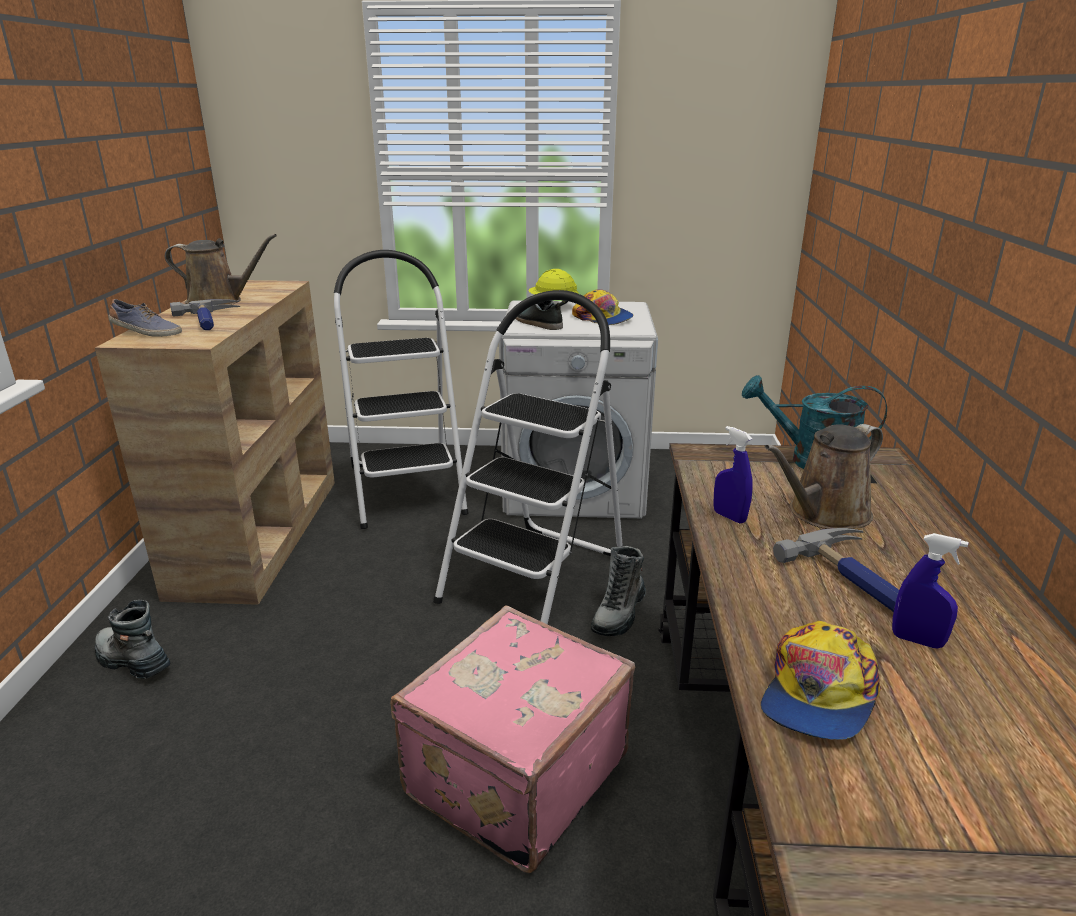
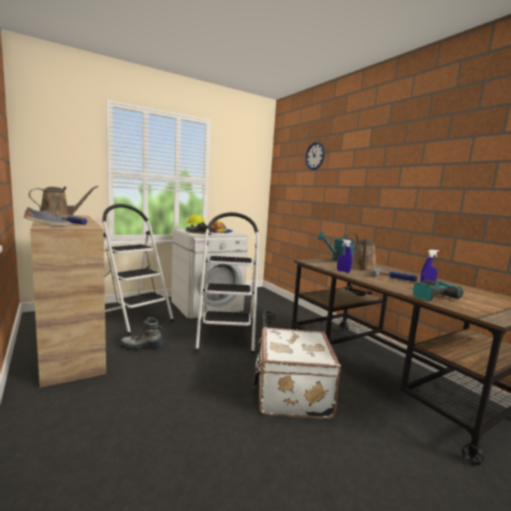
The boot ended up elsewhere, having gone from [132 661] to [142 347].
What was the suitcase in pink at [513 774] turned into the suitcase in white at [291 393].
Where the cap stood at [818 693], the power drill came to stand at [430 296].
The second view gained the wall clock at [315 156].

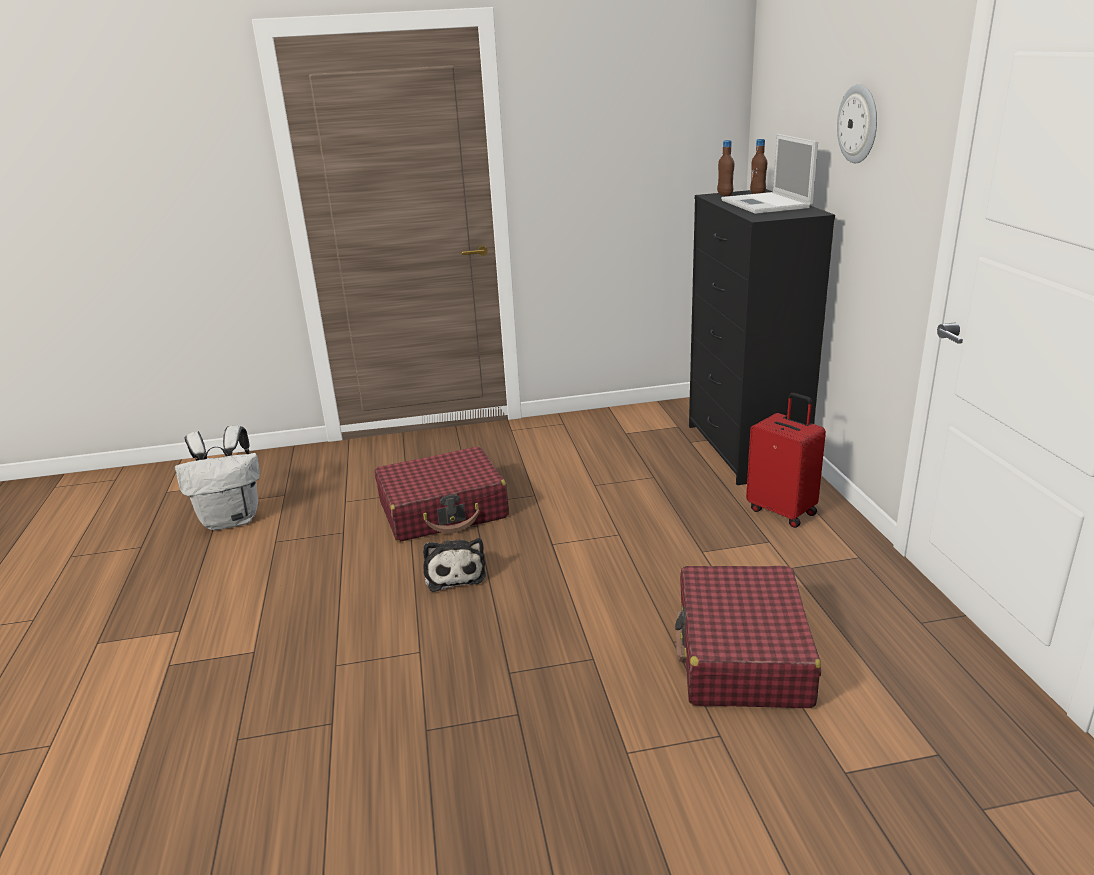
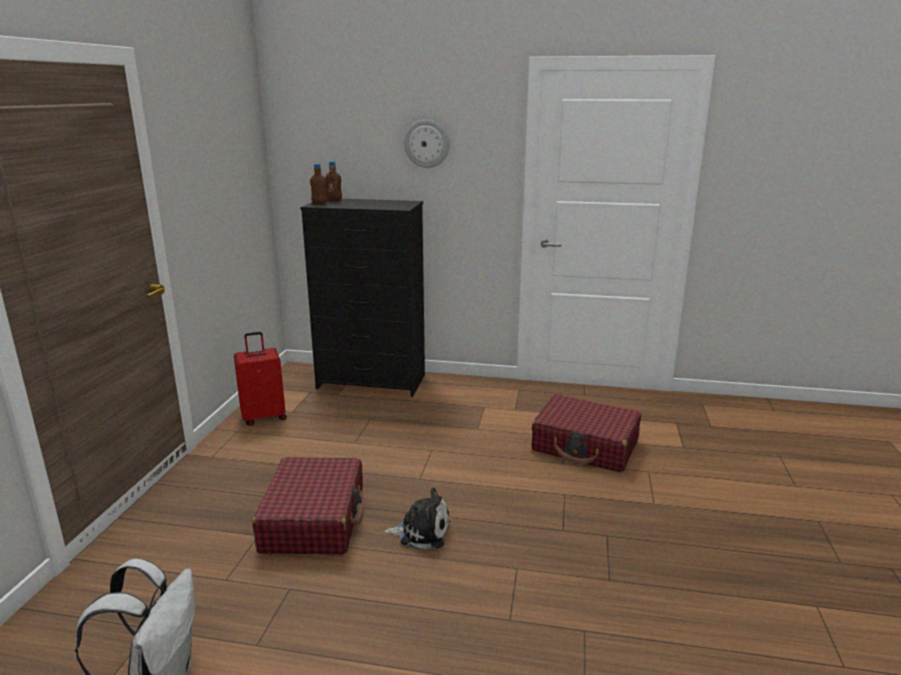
The second view lost the laptop at [766 204].
The suitcase in red ended up elsewhere, having gone from [782 511] to [264 417].

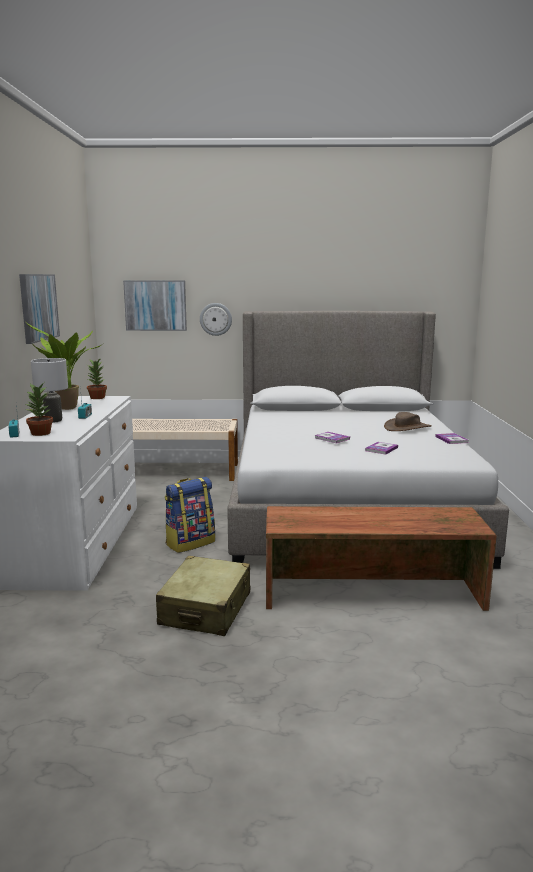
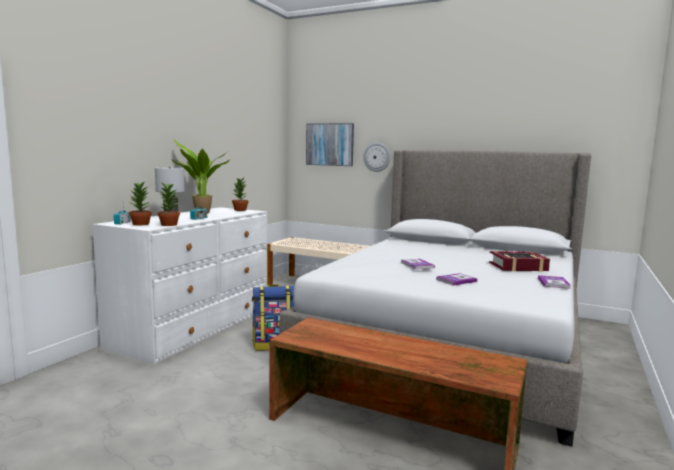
The second view lost the picture at [38 307].
Where the hat in brown stood at [407 427], the book came to stand at [518 267].
The second view lost the suitcase in beige at [206 609].
The second view gained the potted plant at [168 224].

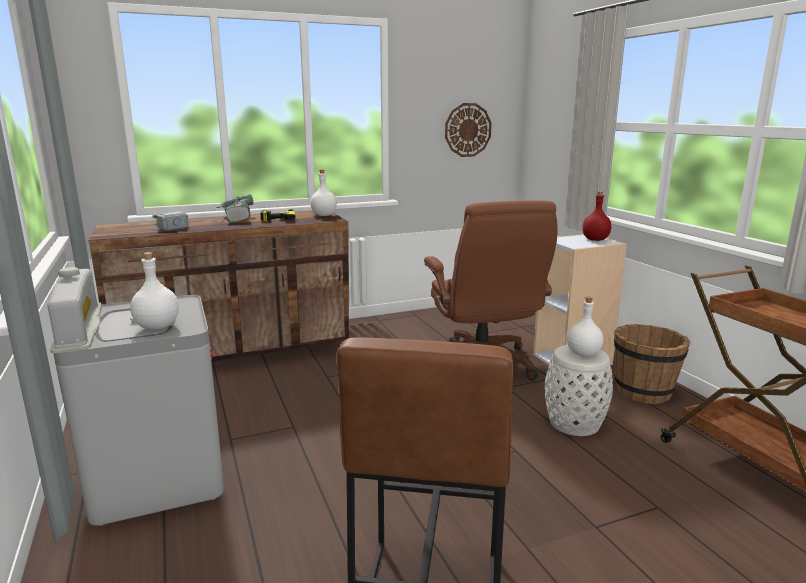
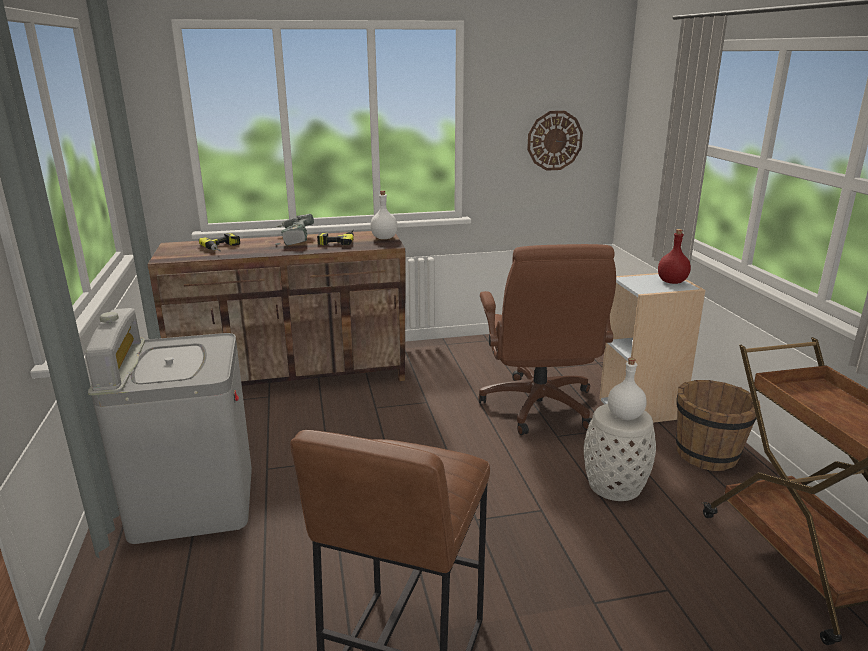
Where the hammer stood at [166 226], the power drill came to stand at [224 248].
The second view lost the bottle in white at [158 327].

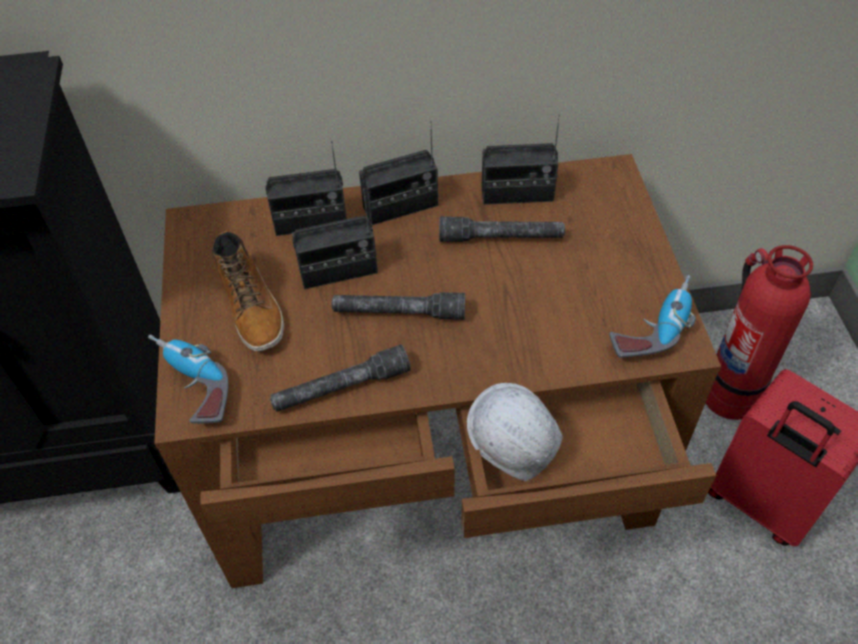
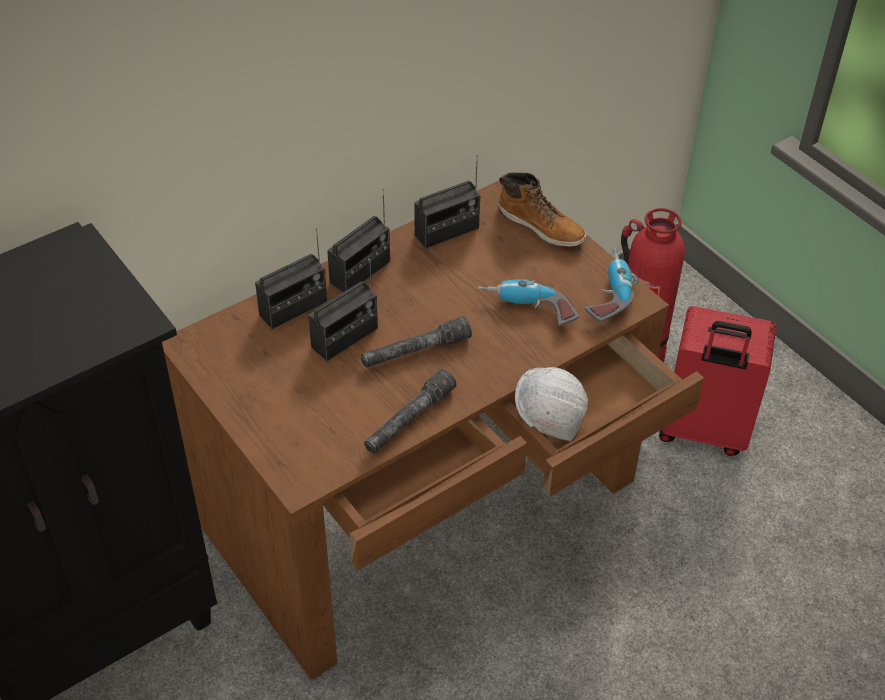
The second view lost the flashlight in grey at [501 238].
The boot ended up elsewhere, having gone from [253 308] to [541 226].
The power drill ended up elsewhere, having gone from [189 385] to [527 310].

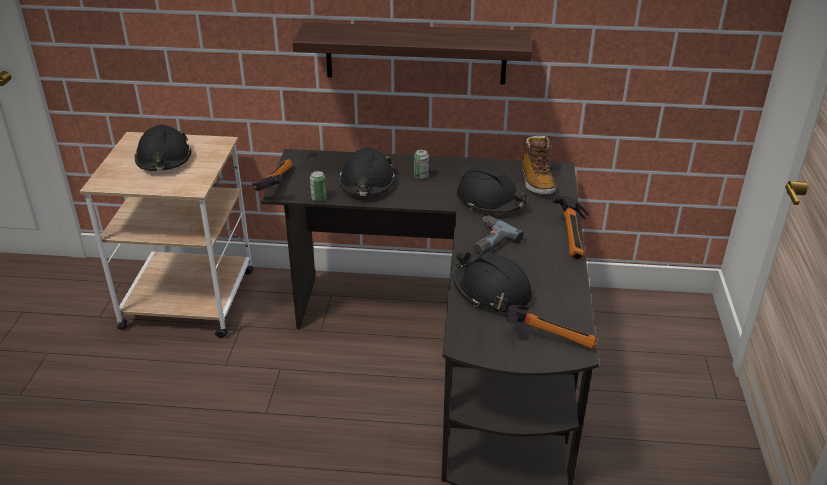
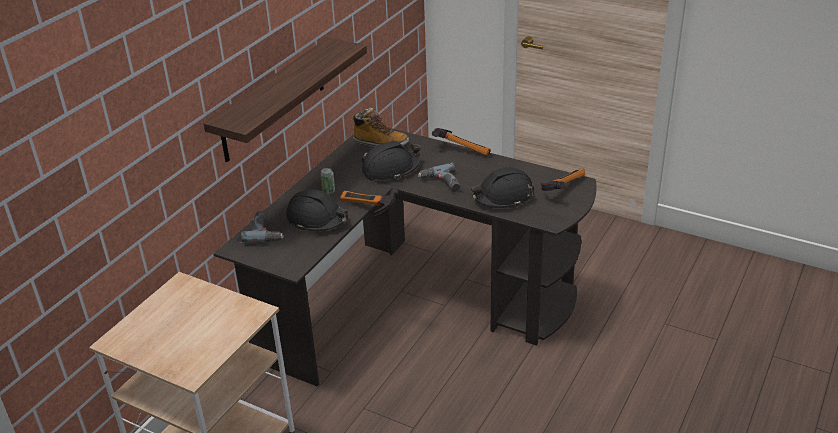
The second view lost the hard hat in black at [164 160].
The hammer ended up elsewhere, having gone from [273 185] to [366 210].
The second view lost the can at [318 198].
The second view gained the power drill at [266 231].

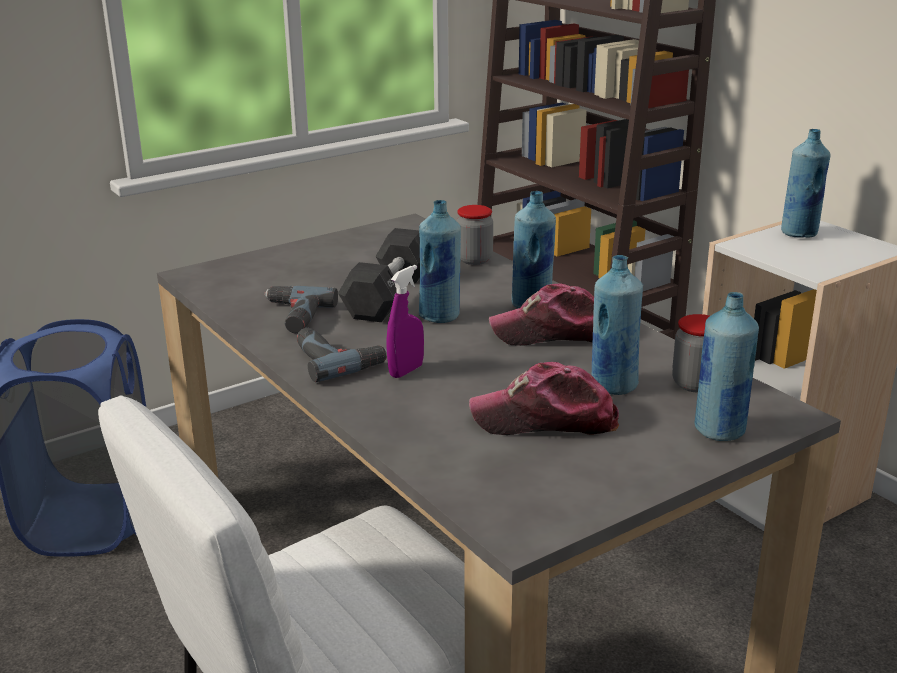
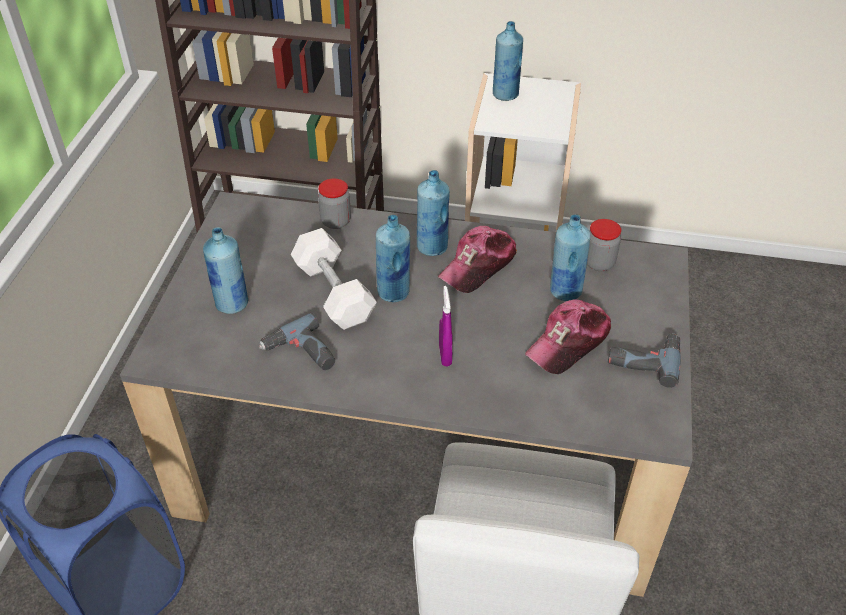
What was the dumbbell in black at [389 296] turned into the dumbbell in white at [334 292].
The bottle in blue ended up elsewhere, having gone from [719 430] to [232 304].
The power drill ended up elsewhere, having gone from [337 360] to [644 358].

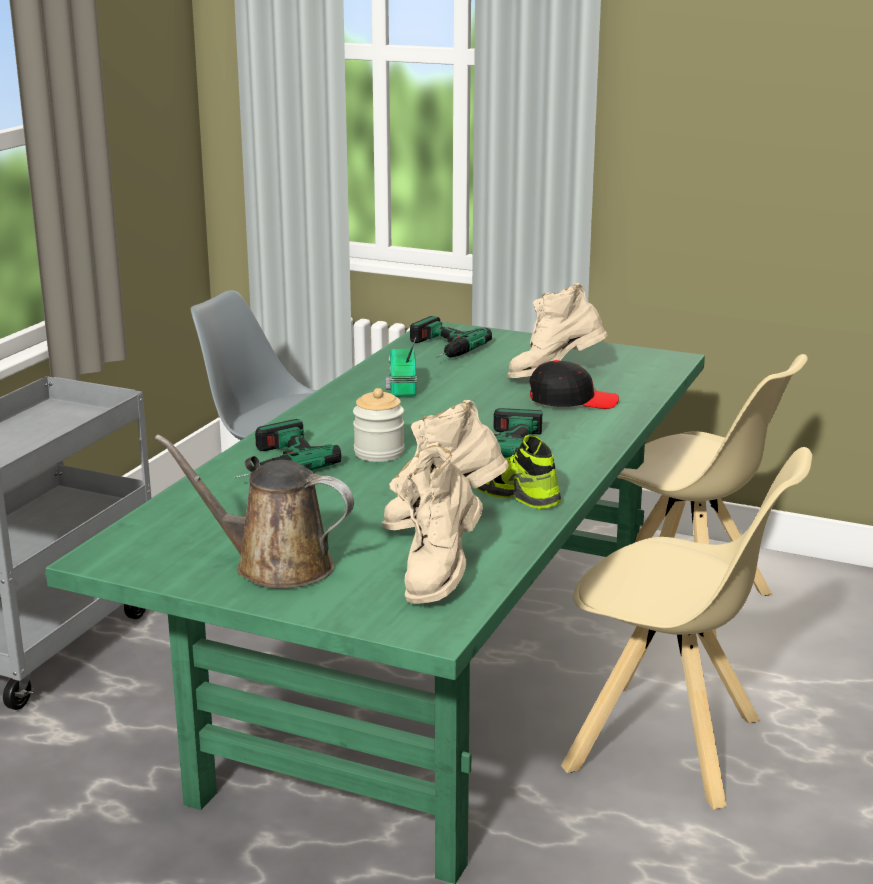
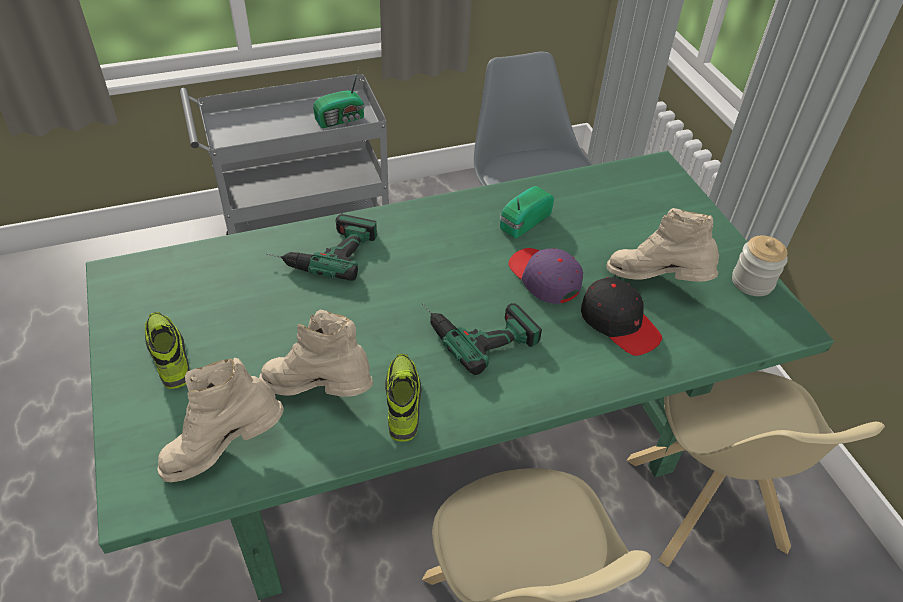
The second view lost the power drill at [438 349].
The jar ended up elsewhere, having gone from [379 453] to [752 282].
Where the watering can in brown stood at [274 565], the shoe came to stand at [168 356].
The second view gained the radio at [341 119].
The second view gained the cap in purple at [544 278].

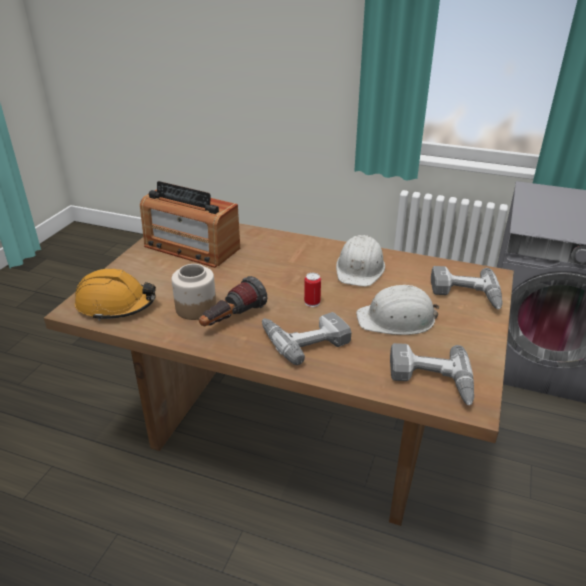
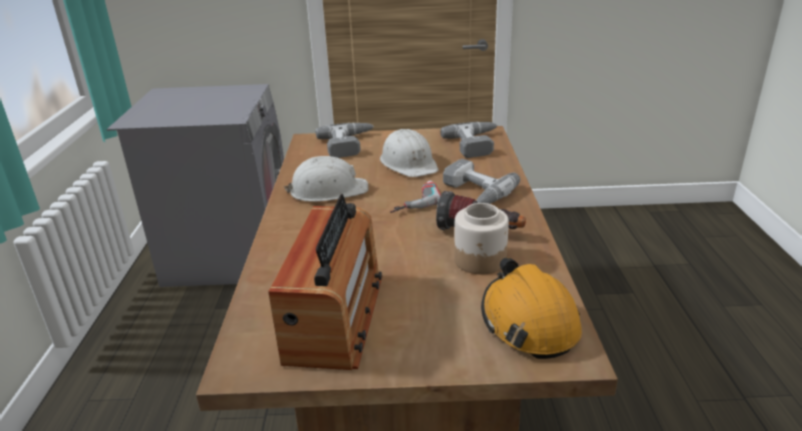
Where the can stood at [312 302], the power drill came to stand at [413 201].

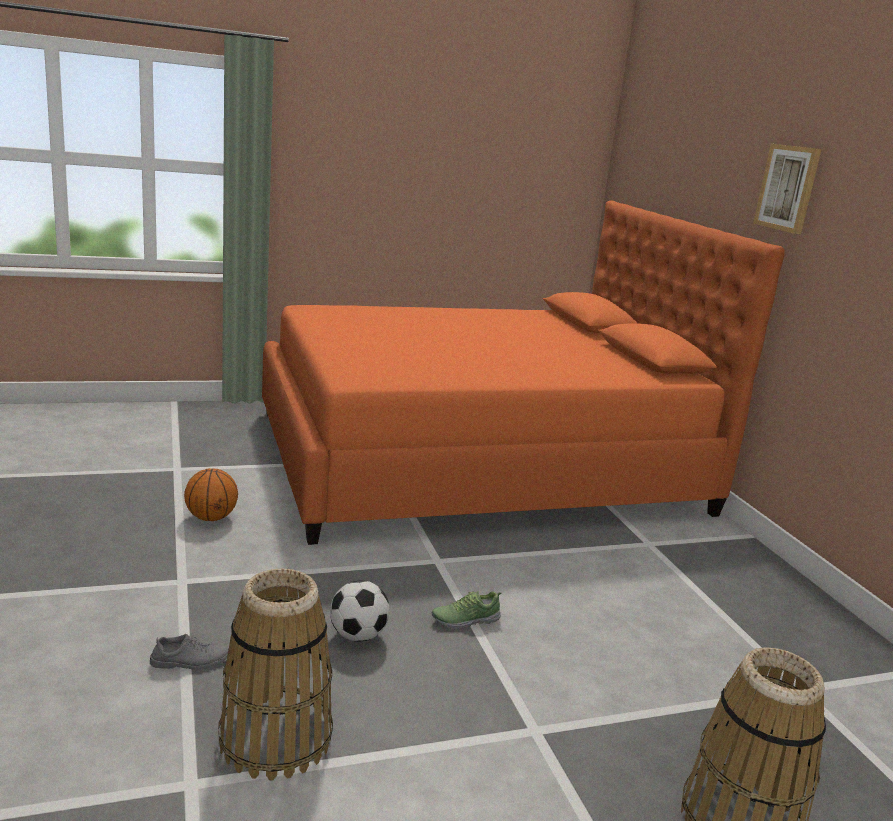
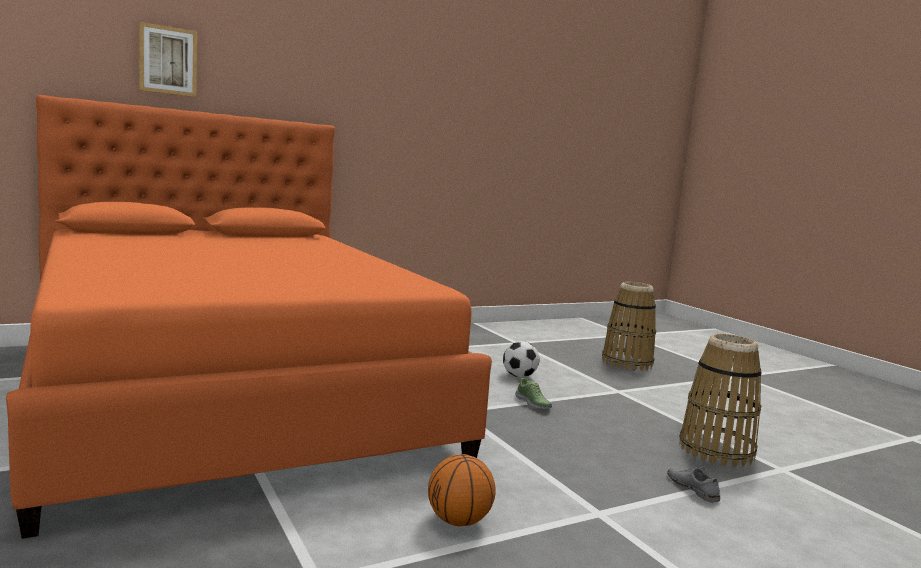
The picture ended up elsewhere, having gone from [788 188] to [168 60].
The football ended up elsewhere, having gone from [358 635] to [519 376].

